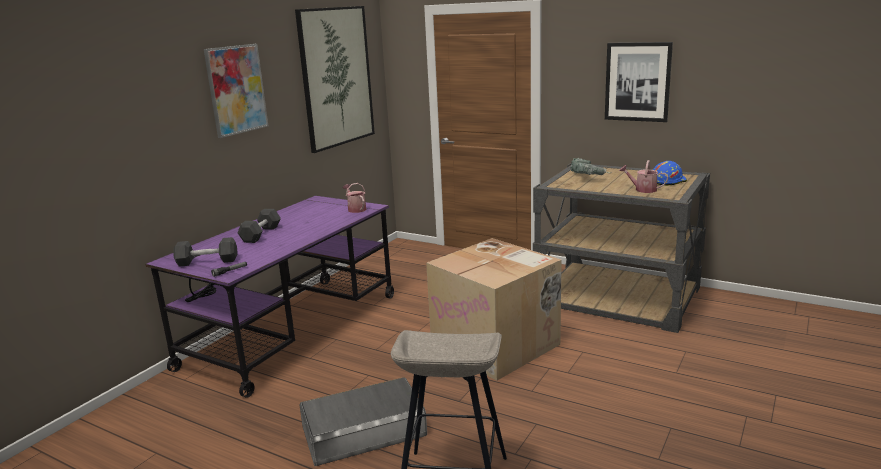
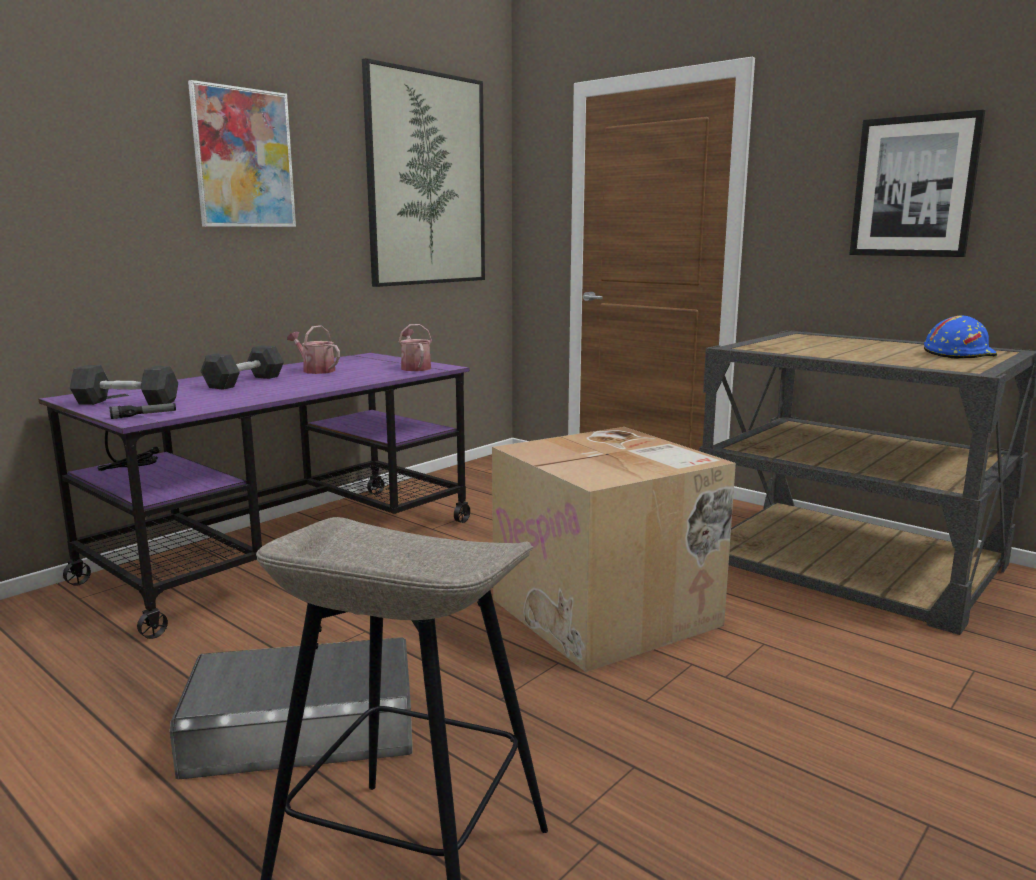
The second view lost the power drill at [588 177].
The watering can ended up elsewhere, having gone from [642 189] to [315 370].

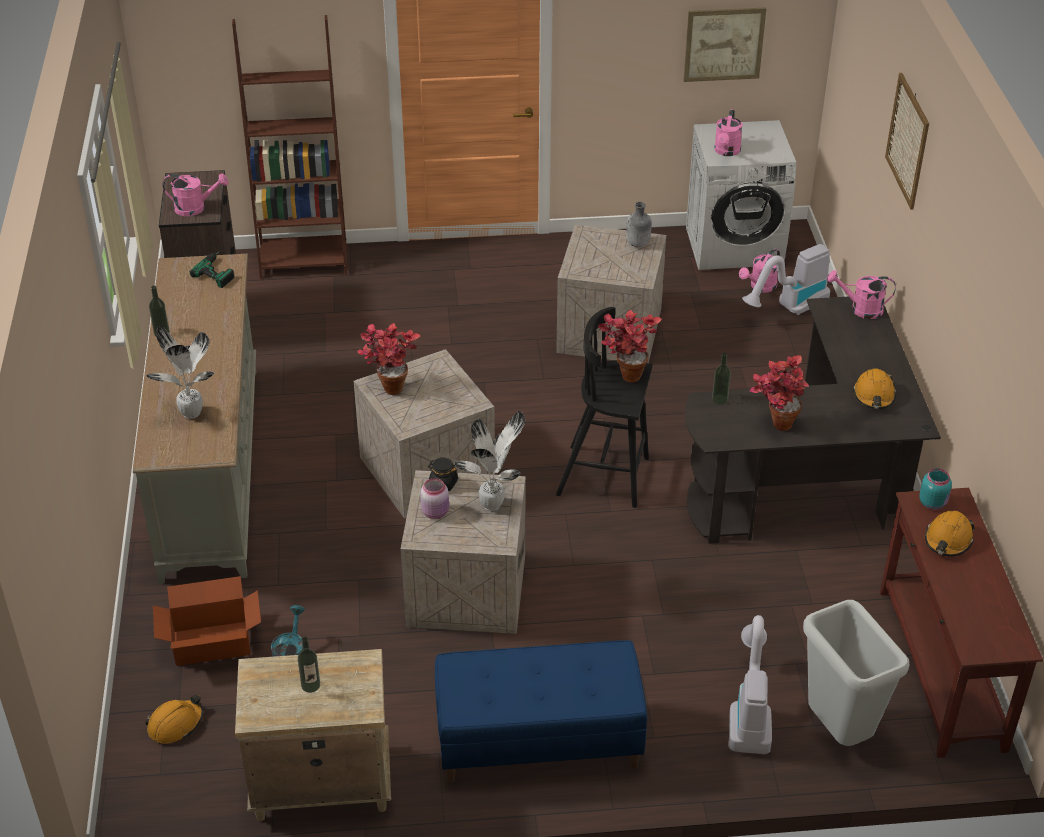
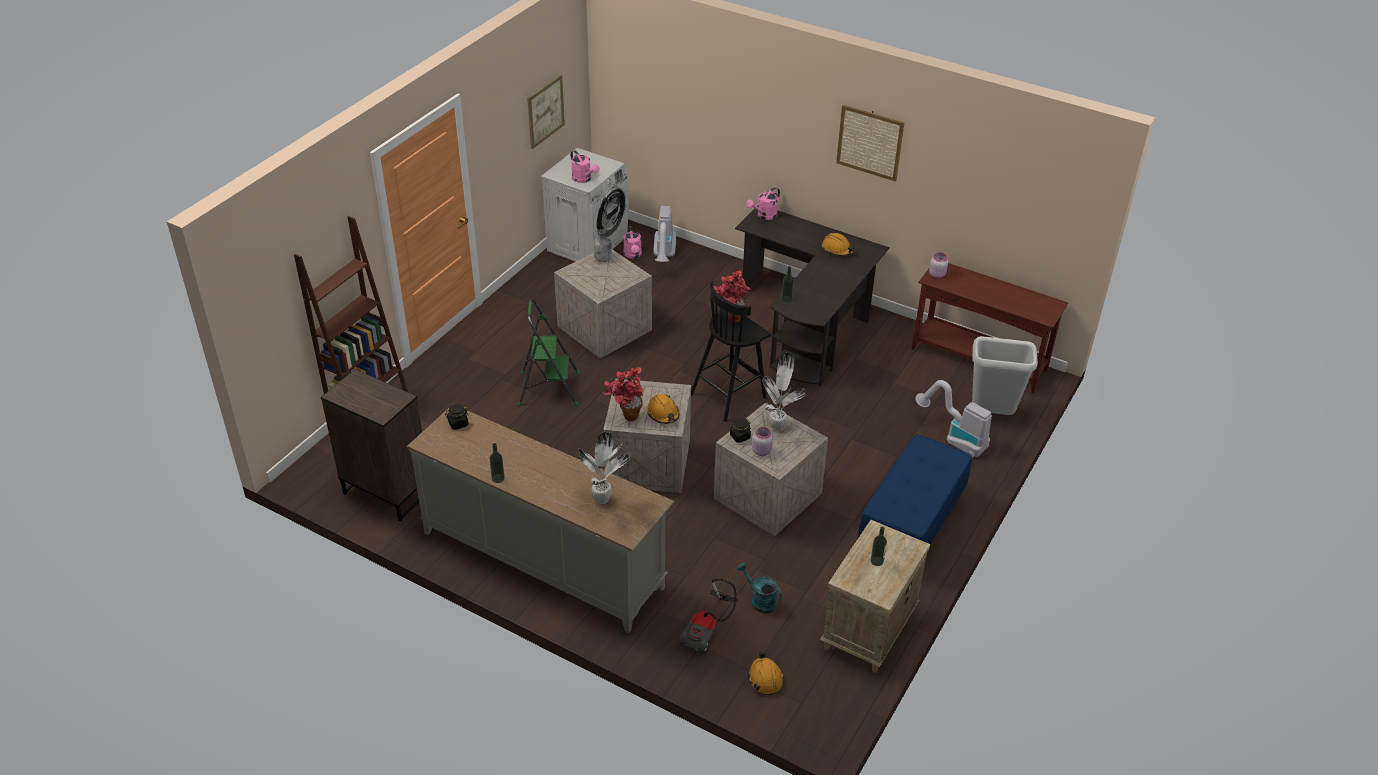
The picture ended up elsewhere, having gone from [908 139] to [870 141].
The second view lost the watering can in pink at [195 208].
Where the power drill stood at [219 270], the jar in black came to stand at [458 423].
The second view lost the potted plant at [774 424].
What was the jar in turquoise at [933 502] turned into the jar in pink at [937 274].
The hard hat in orange ended up elsewhere, having gone from [948 540] to [663 413].
Where the cardboard box stood at [211 642], the vacuum cleaner came to stand at [708 630].
The second view gained the step ladder in green at [547 388].

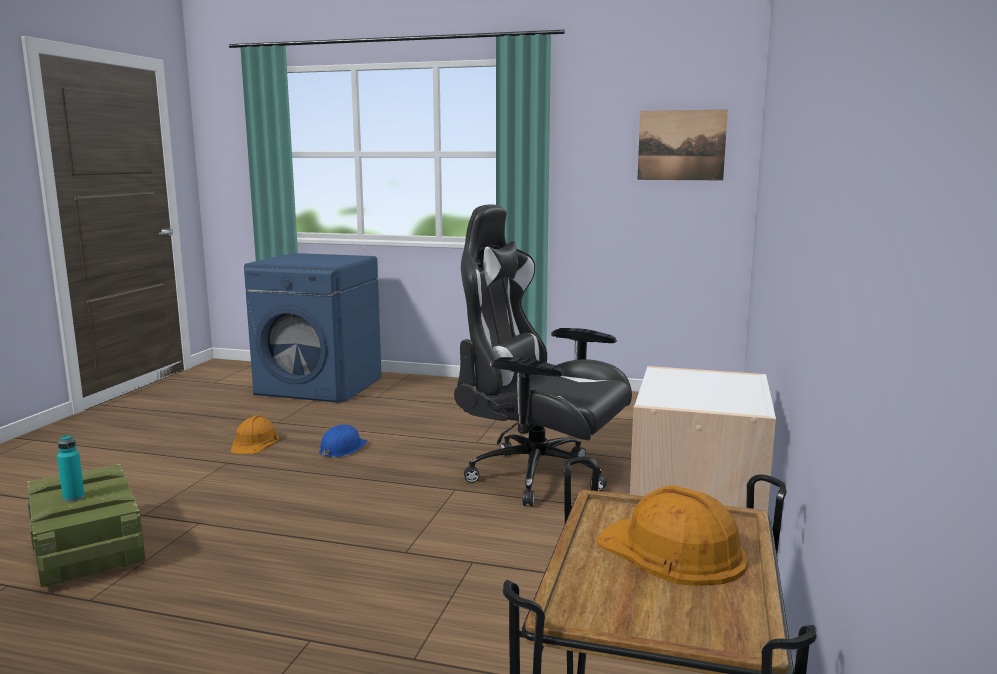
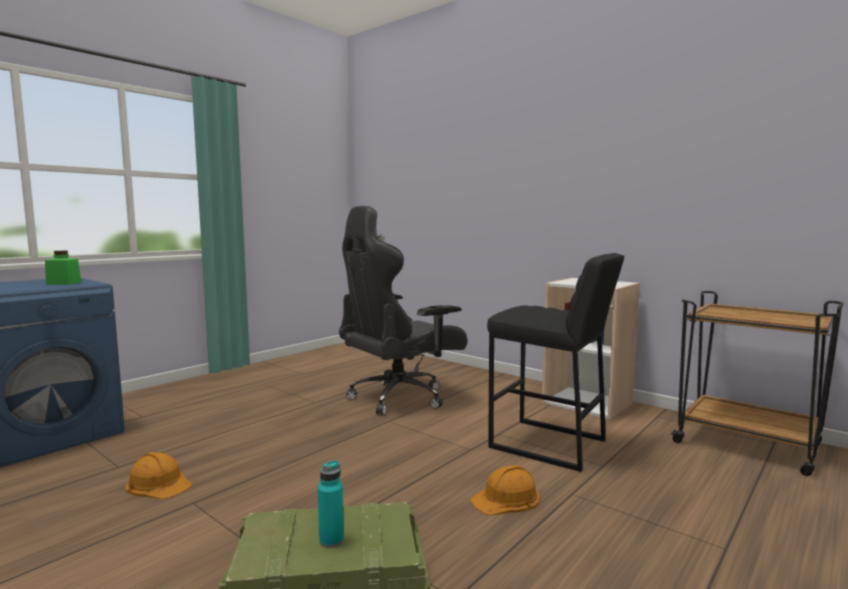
The second view lost the picture at [681 145].
The second view lost the hard hat in blue at [342 449].
The hard hat in orange ended up elsewhere, having gone from [672 550] to [506 499].
The second view gained the jar in green at [64 283].
The second view gained the stool in black at [550 444].

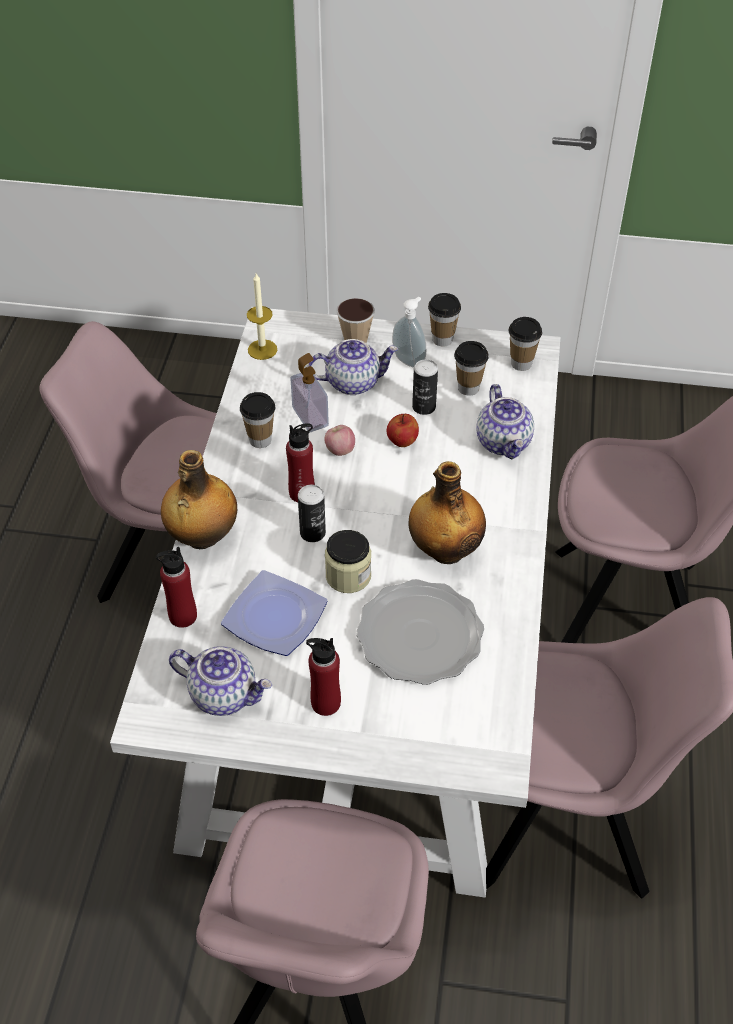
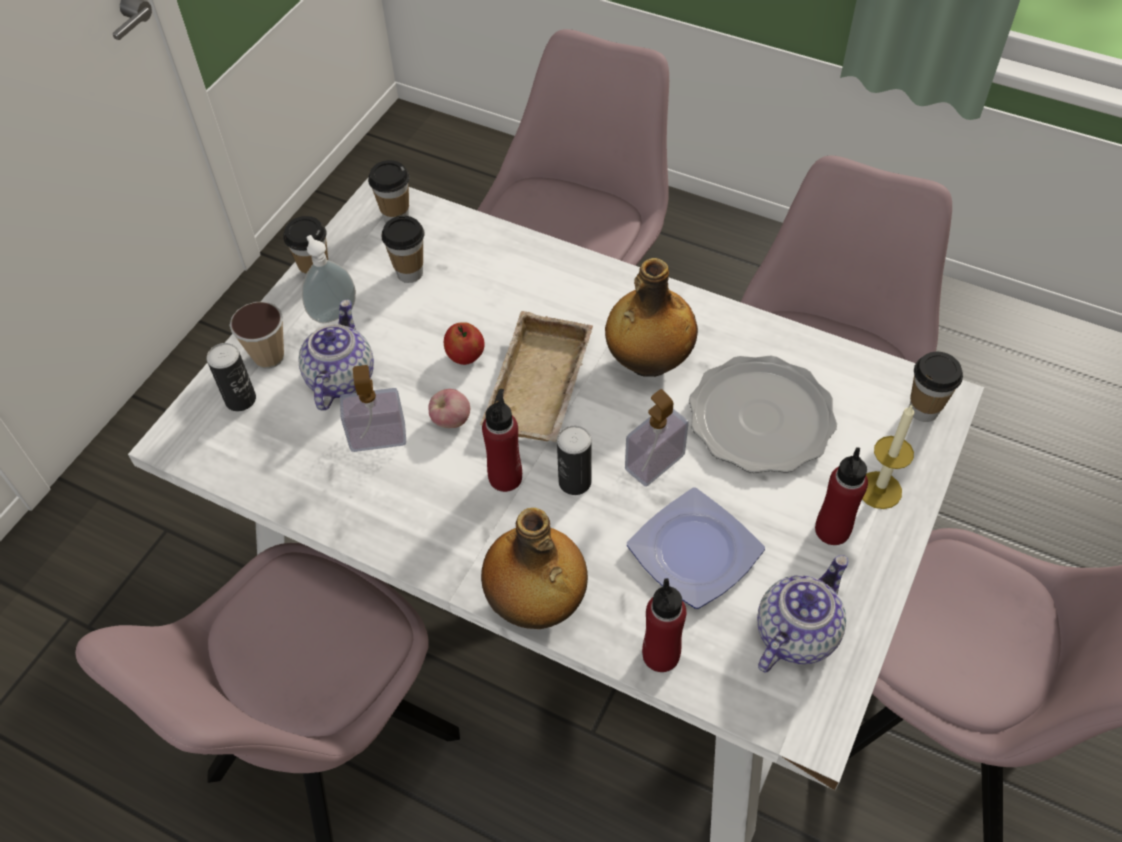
The candle ended up elsewhere, having gone from [262 349] to [879 490].
The can ended up elsewhere, having gone from [424 407] to [240 399].
The second view lost the teapot at [504 442].
The cup ended up elsewhere, having gone from [260 440] to [923 410].
Where the jar stood at [348 576], the soap dispenser came to stand at [654 462].
The second view gained the tray in beige at [542 388].

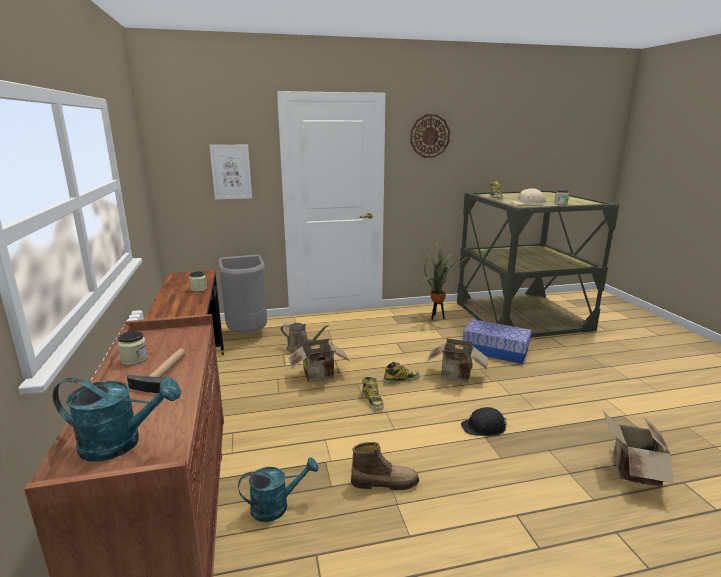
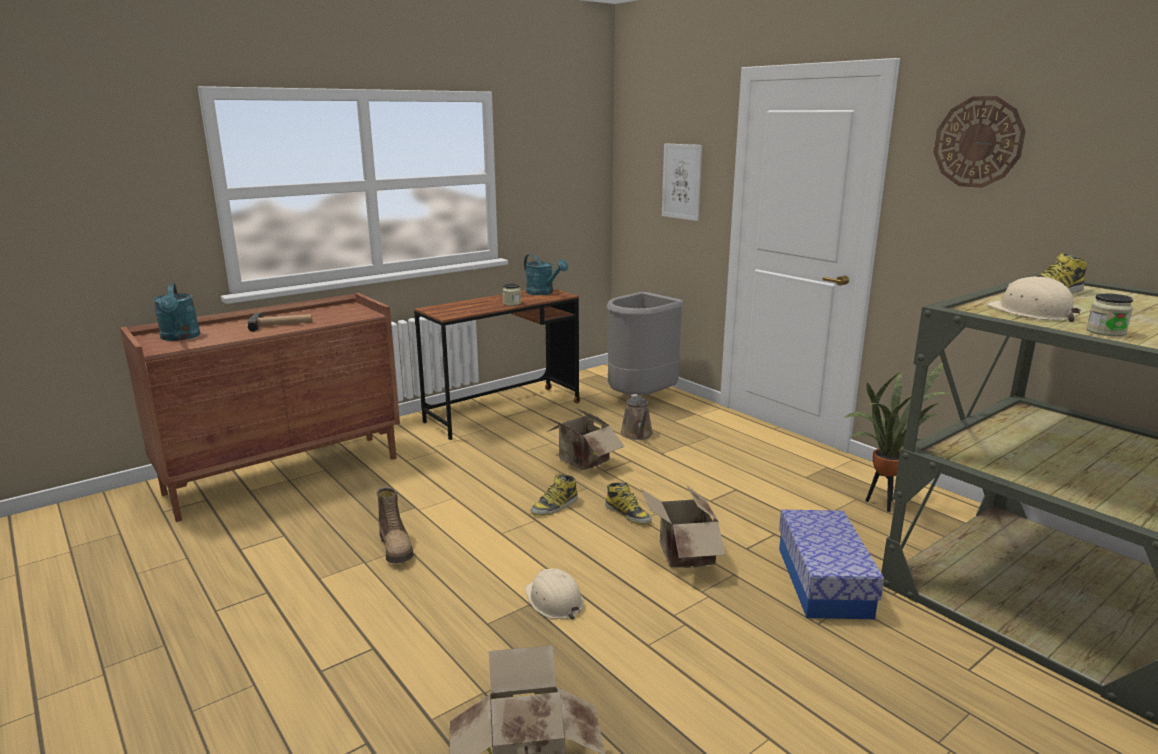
The second view lost the jar at [134 359].
What was the hard hat in black at [484 427] turned into the hard hat in beige at [554 600].
The watering can in turquoise ended up elsewhere, having gone from [276 506] to [543 293].

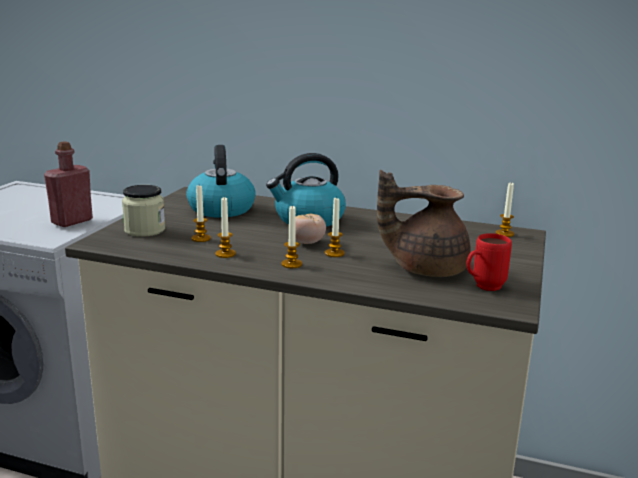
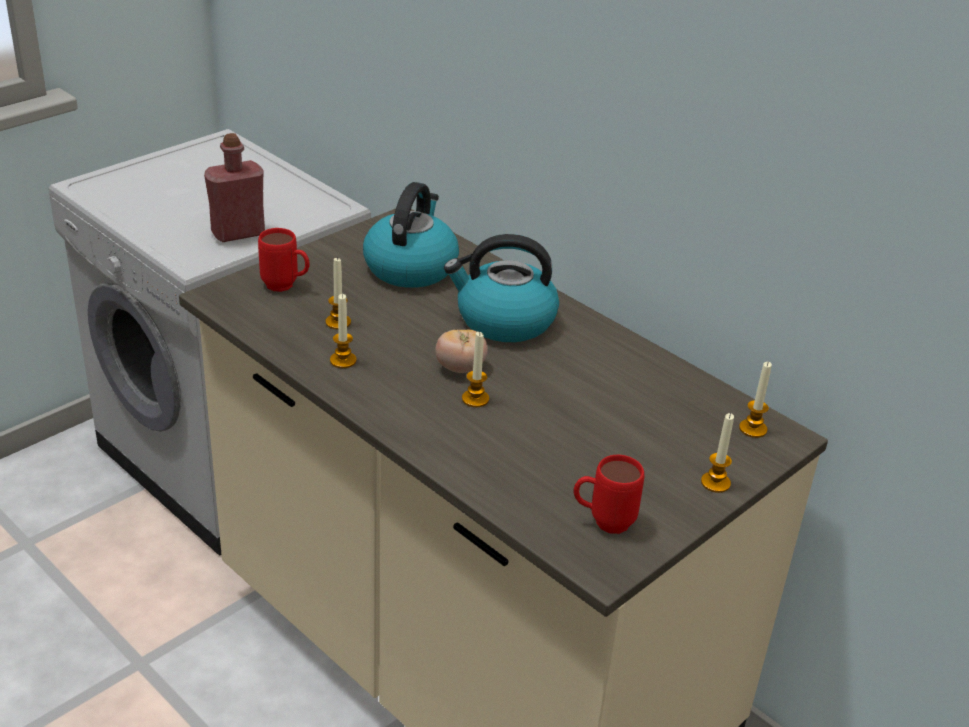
The second view lost the teapot in brown at [425 268].
Where the jar stood at [145 230], the mug in red came to stand at [286 287].
The candle ended up elsewhere, having gone from [291 264] to [715 483].

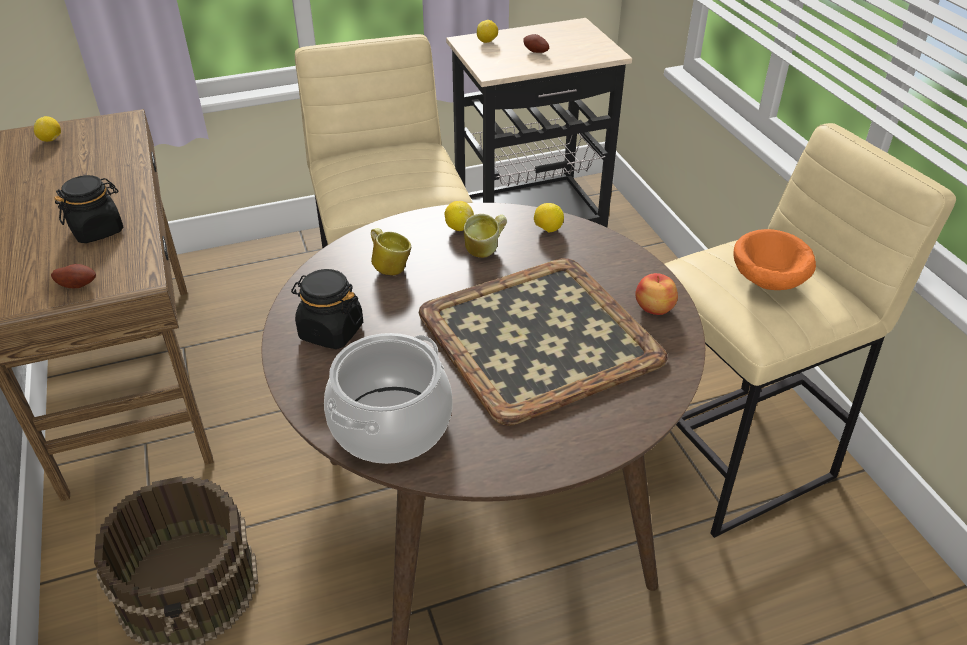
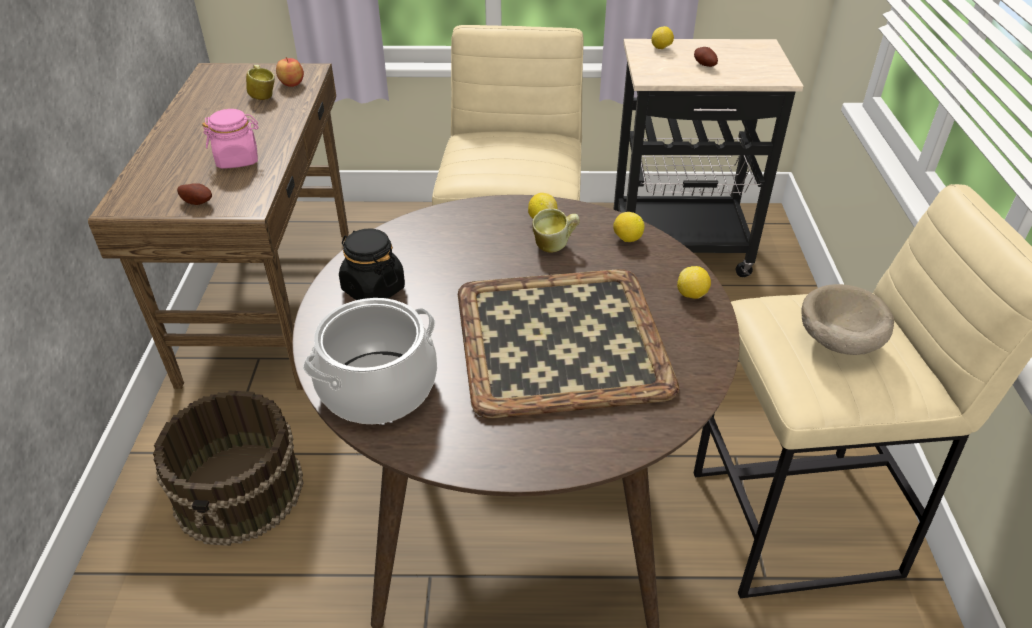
The lemon ended up elsewhere, having gone from [51 140] to [691 295].
What was the jar in black at [97 230] turned into the jar in pink at [238 159].
The mug ended up elsewhere, having gone from [390 267] to [263 95].
What was the bowl in orange at [766 281] turned into the bowl in beige at [836 342].
The apple ended up elsewhere, having gone from [654 309] to [291 84].

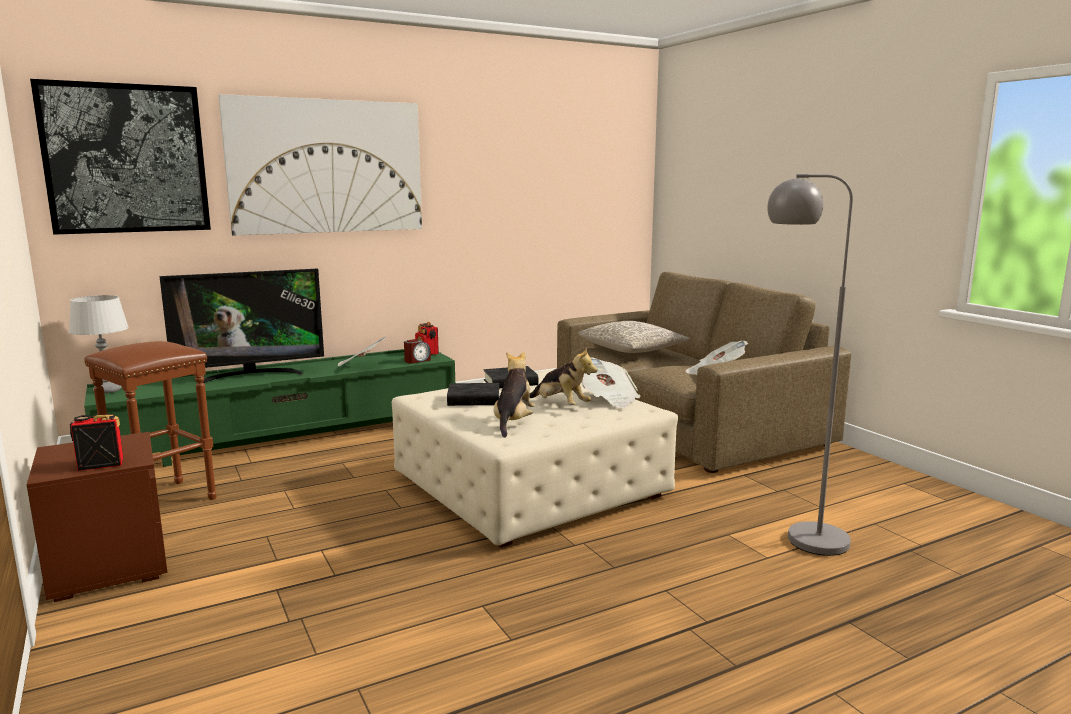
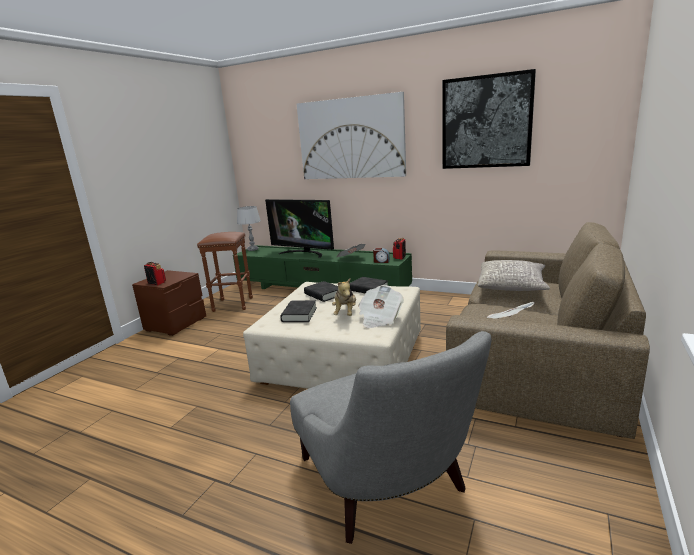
The picture ended up elsewhere, having gone from [126 159] to [486 122].
Where the floor lamp in grey stood at [798 540], the armchair in grey came to stand at [387 484].
Where the plush toy stood at [513 422], the book in black came to stand at [299 314].

